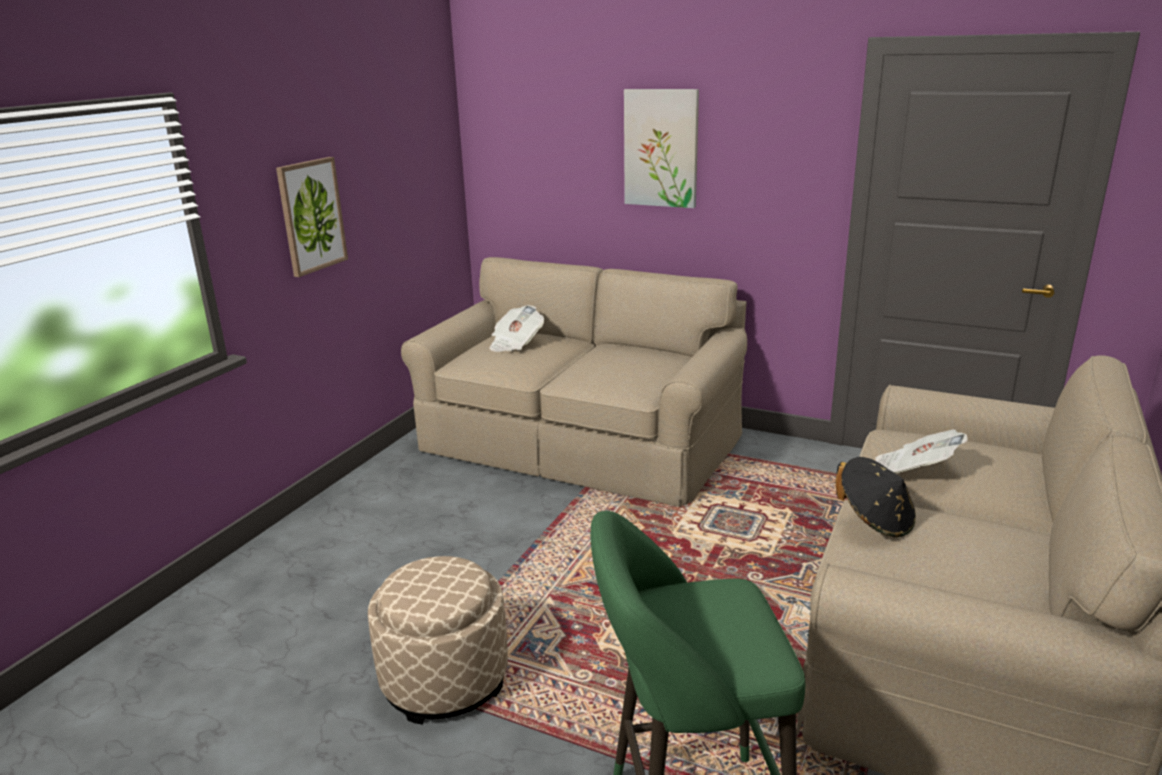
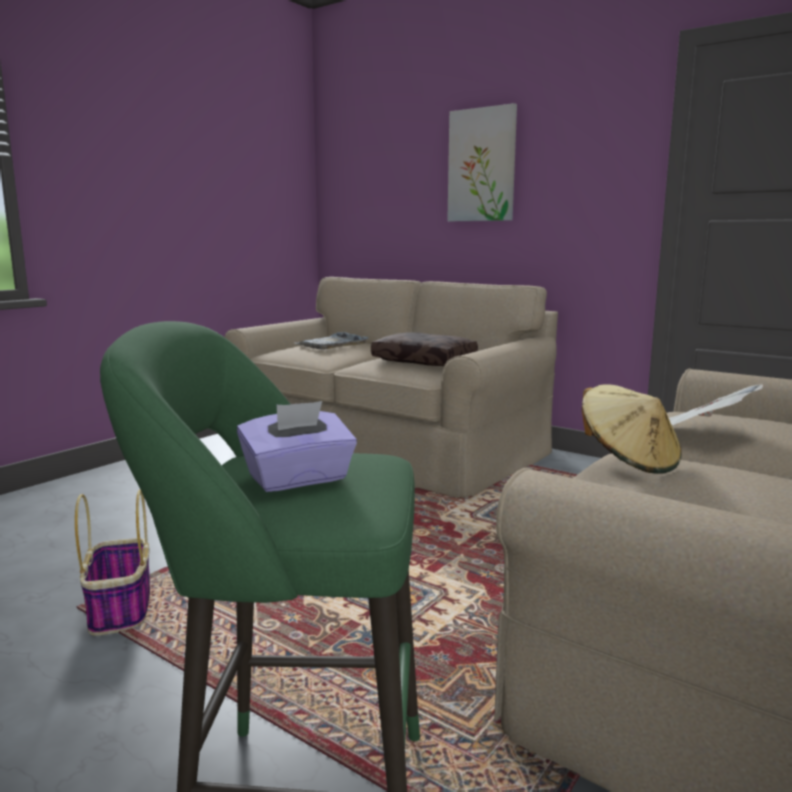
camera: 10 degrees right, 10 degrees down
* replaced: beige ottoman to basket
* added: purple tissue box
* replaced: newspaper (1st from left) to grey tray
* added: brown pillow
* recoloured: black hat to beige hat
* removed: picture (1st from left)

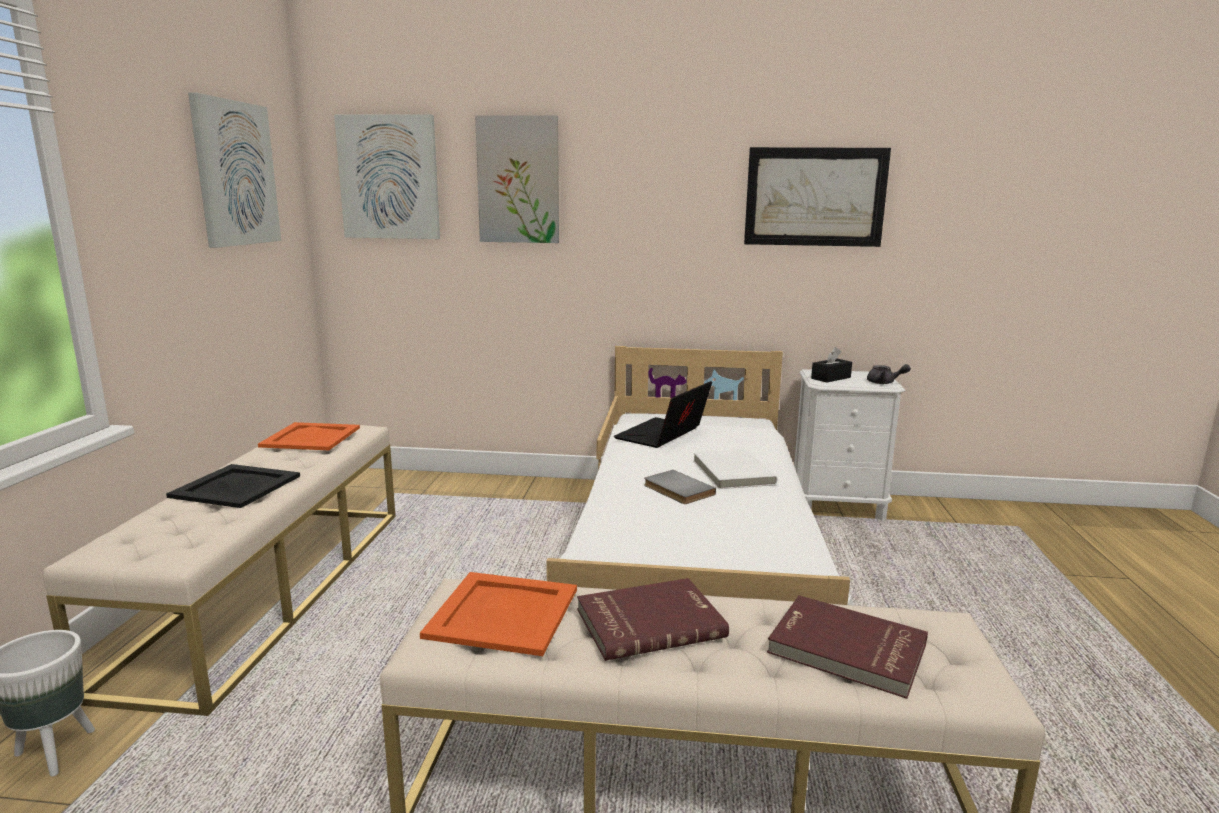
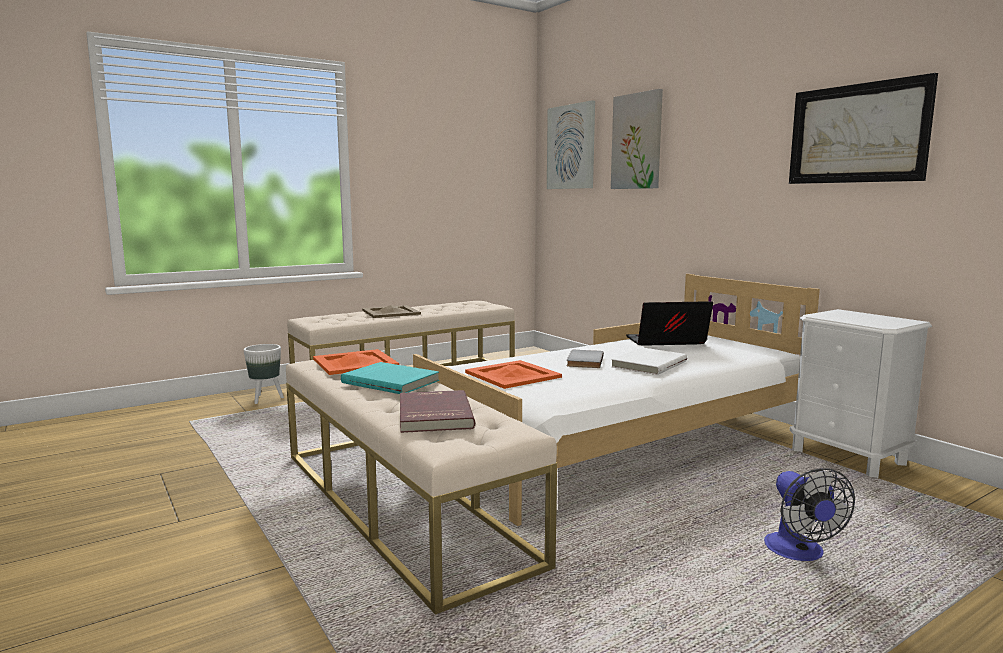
camera: 50 degrees right, 5 degrees down
* recoloured: red book (1st from left) to turquoise book
* recoloured: black tray to beige tray
* moved: orange tray (1st from left in the first image) to orange tray (2nd from left)
* added: fan
* removed: picture (1st from left)
* removed: black tissue box
* removed: grey teapot

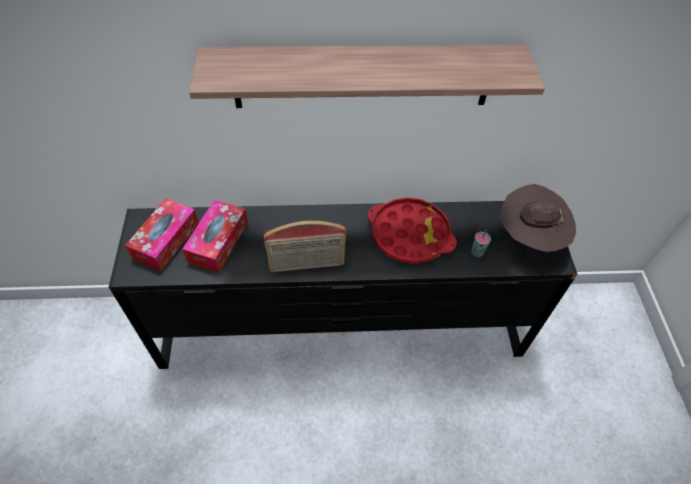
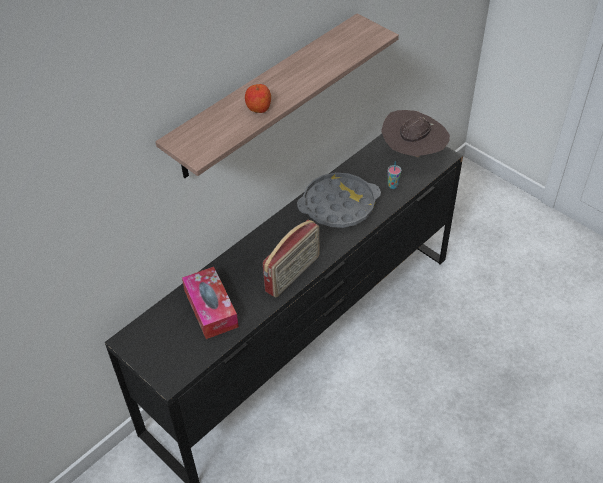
camera: 40 degrees left, 5 degrees down
* added: apple
* recoloured: red tray to grey tray
* removed: tissue box (1st from left)

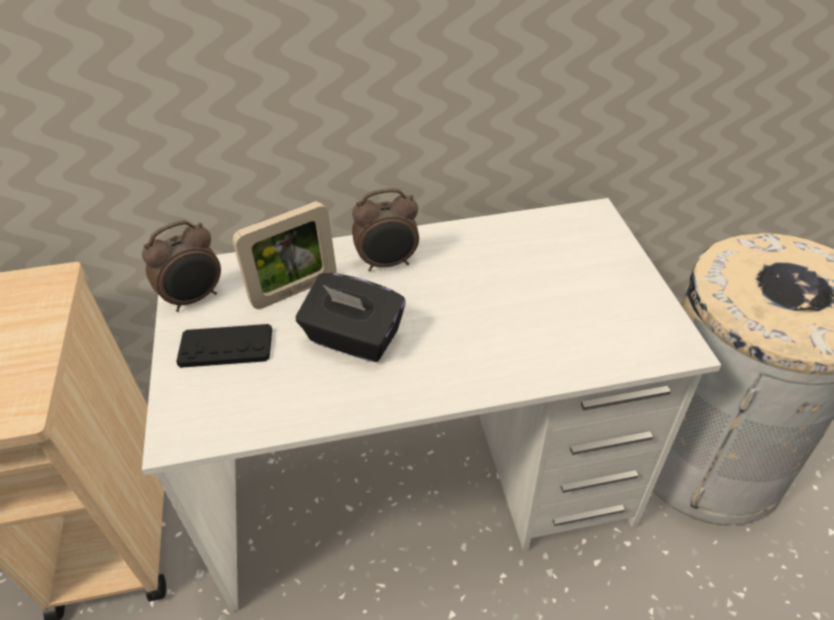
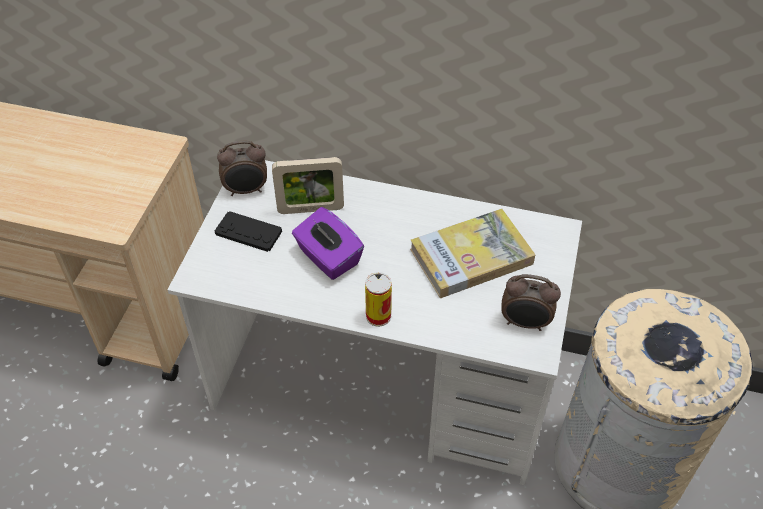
camera: 25 degrees right, 5 degrees up
* recoloured: black tissue box to purple tissue box
* added: can
* added: book
* moved: alarm clock (2nd from left)

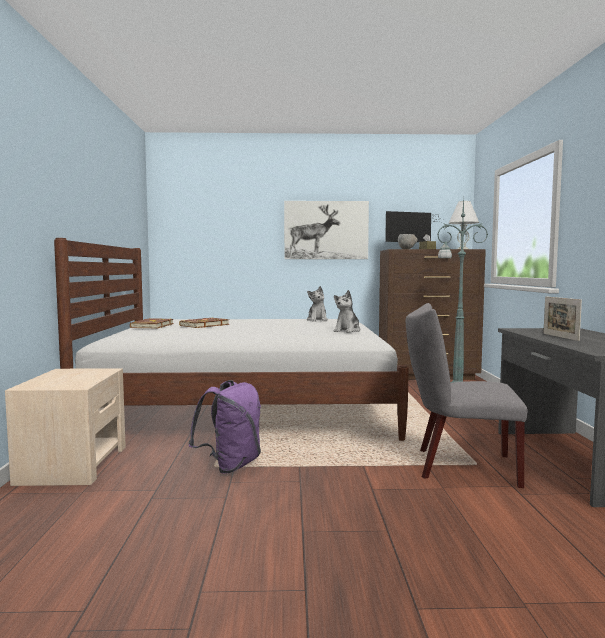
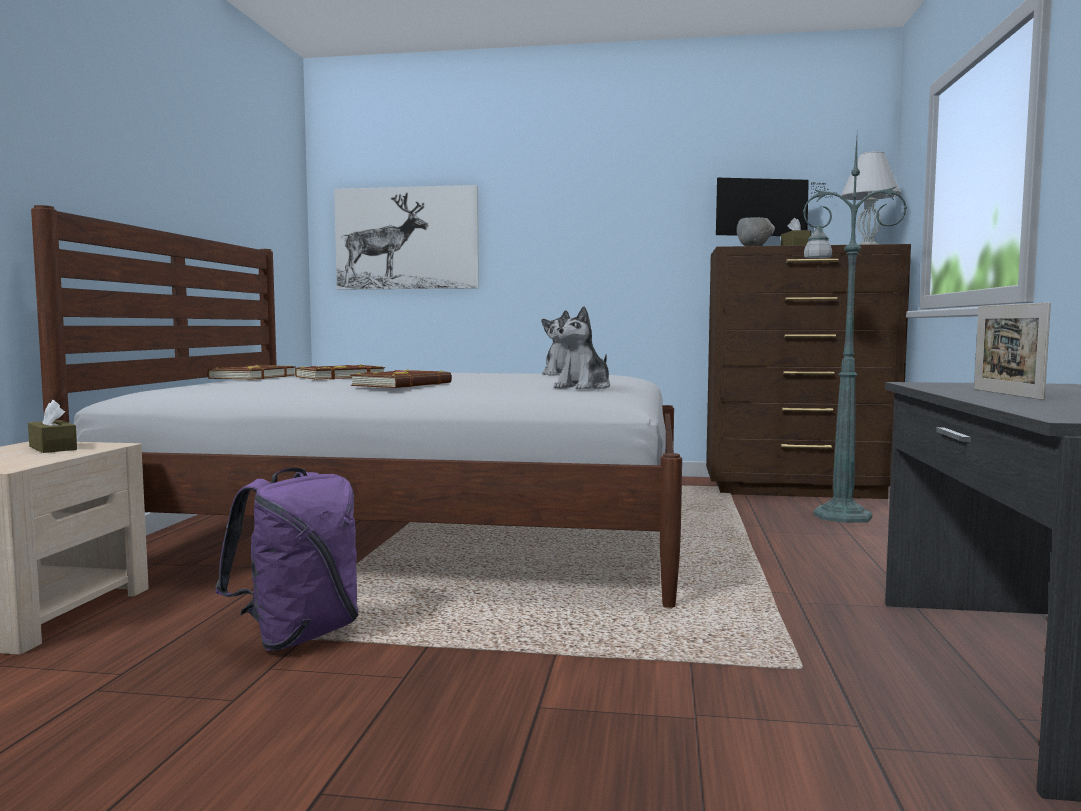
camera: 10 degrees right, 0 degrees up
* added: brown tissue box (1st from left)
* moved: picture
* added: brown book (3rd from left)
* removed: grey chair

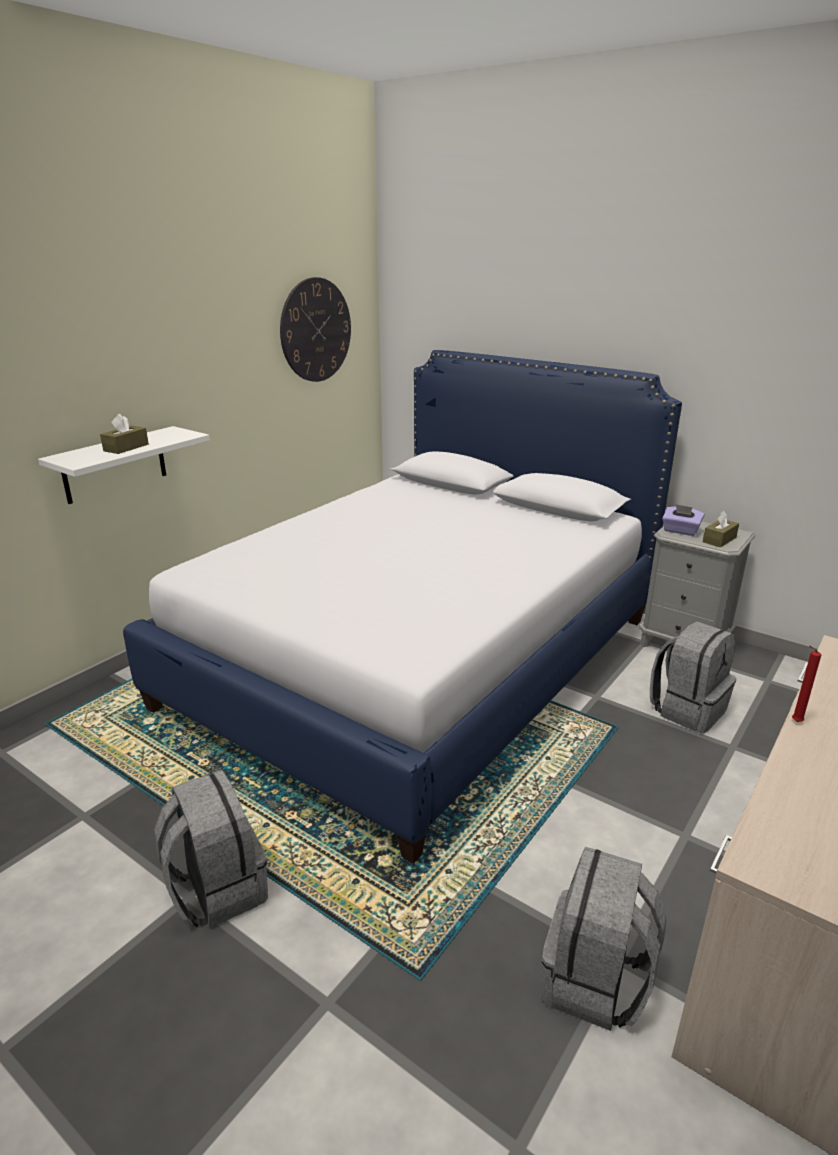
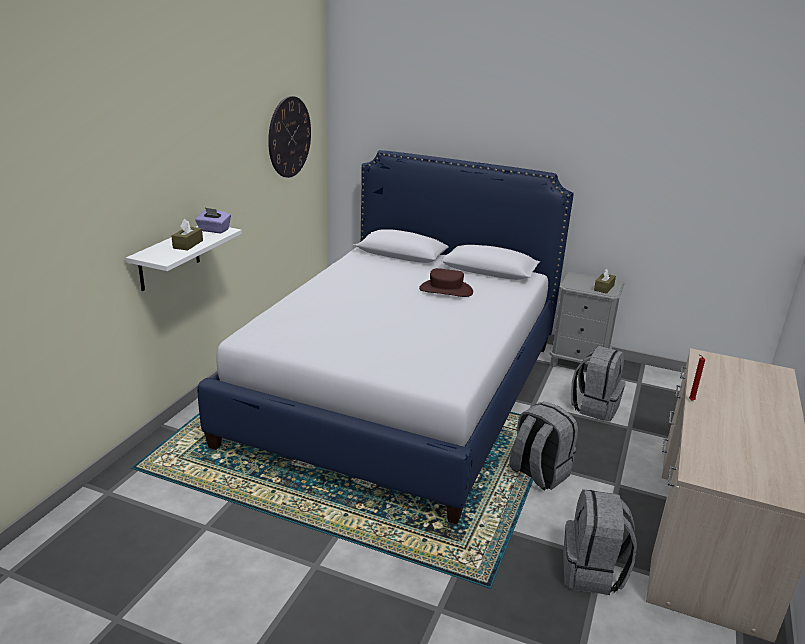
camera: 15 degrees left, 0 degrees up
* moved: purple tissue box
* added: brown hat
* moved: grey backpack (1st from left)

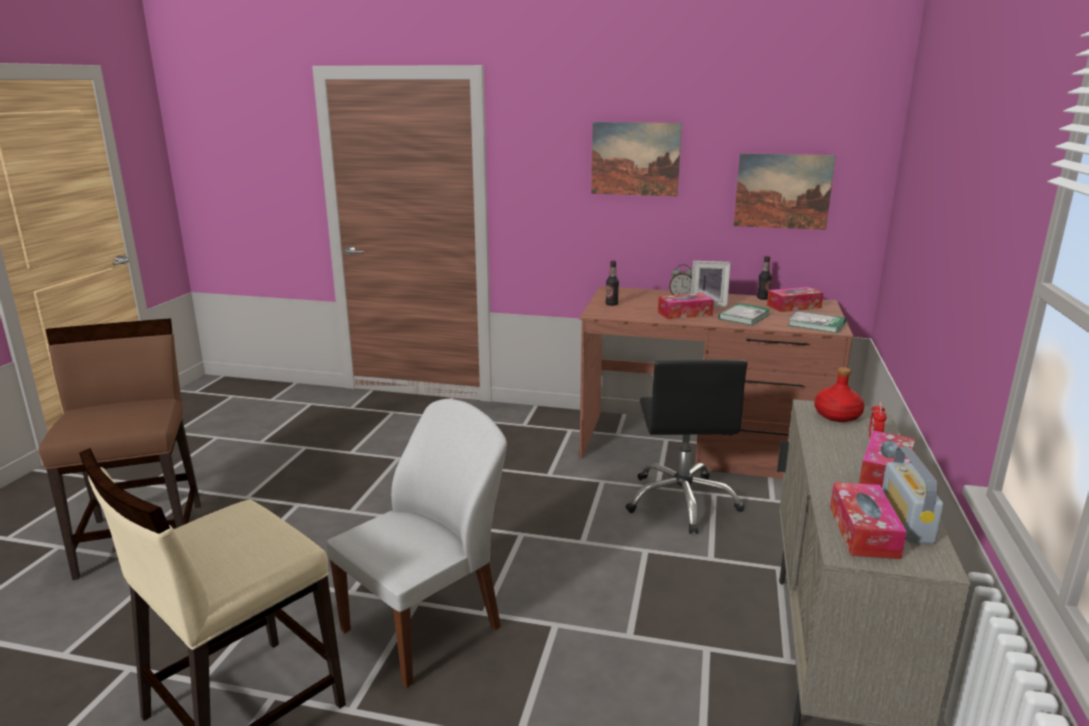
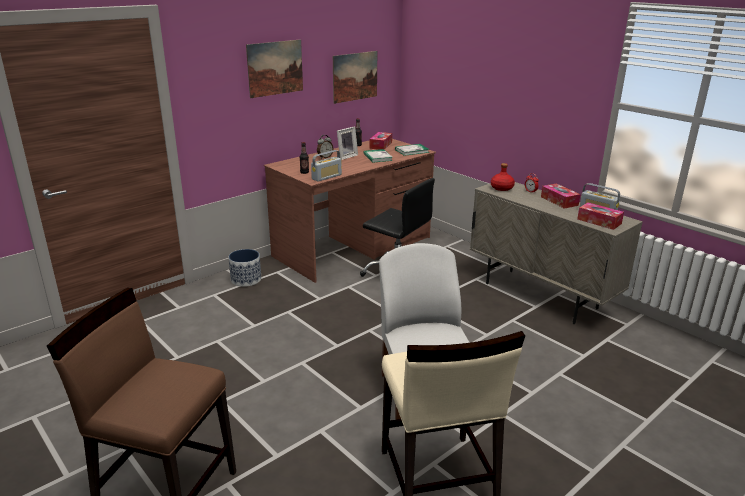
camera: 55 degrees left, 5 degrees up
* added: planter
* added: radio (1st from left)
* removed: tissue box (1st from left)

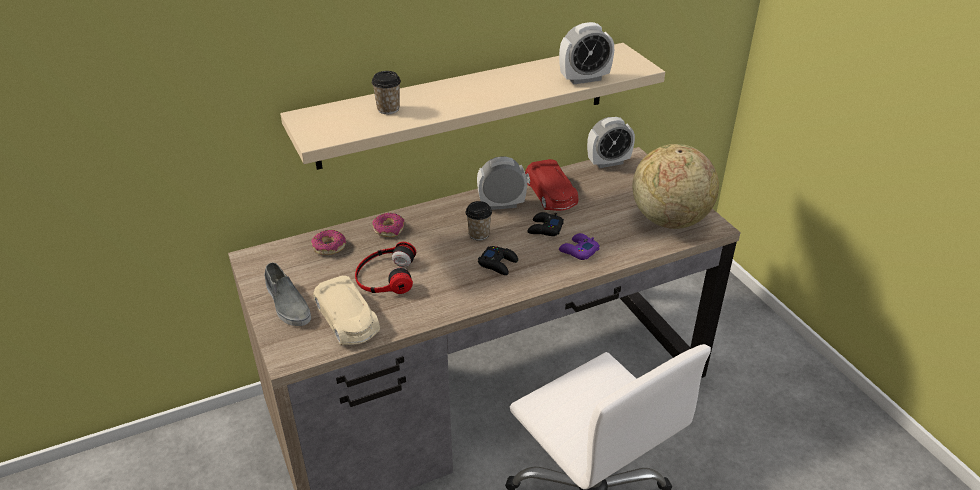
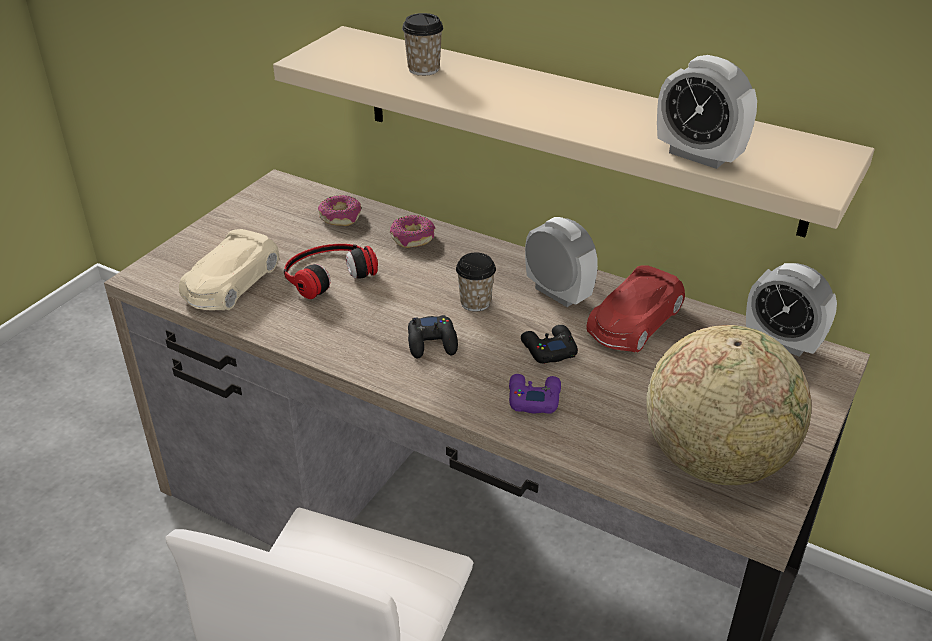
camera: 55 degrees right, 0 degrees up
* removed: grey shoe

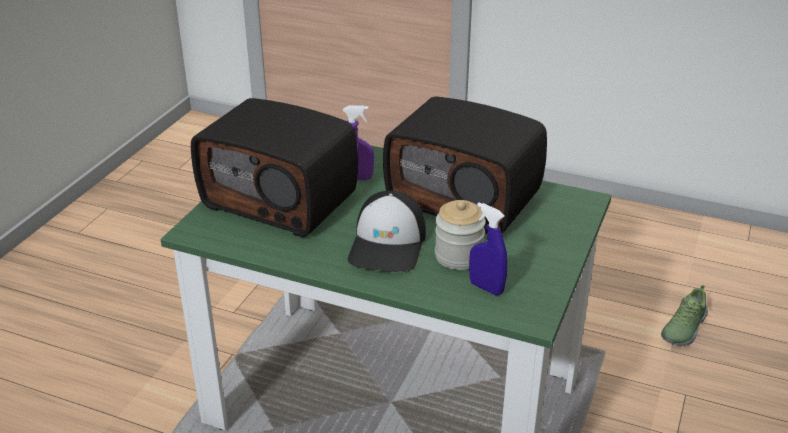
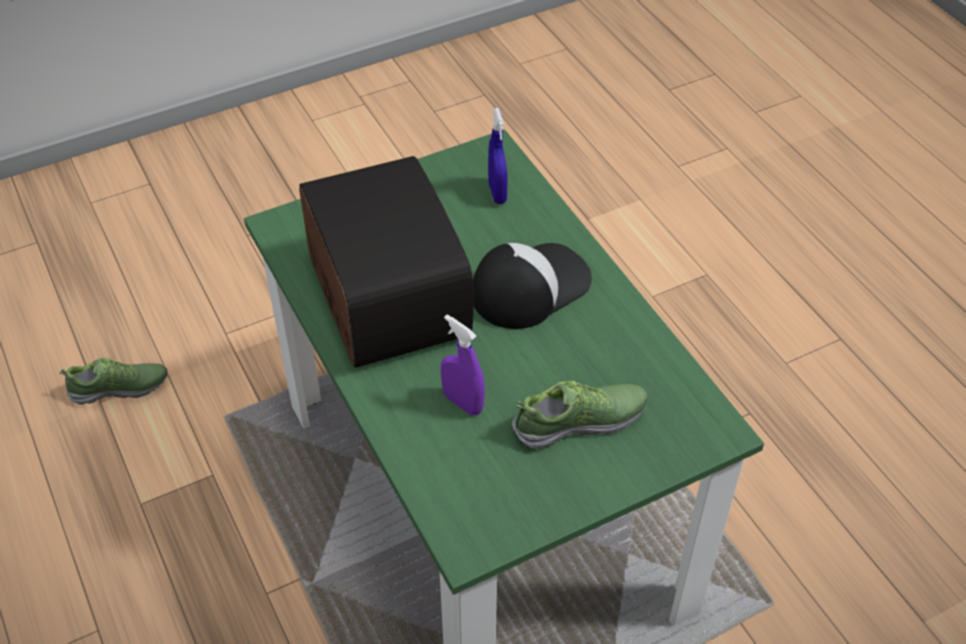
camera: 140 degrees left, 15 degrees up
* replaced: radio (1st from left) to shoe (2nd from left)
* removed: jar

